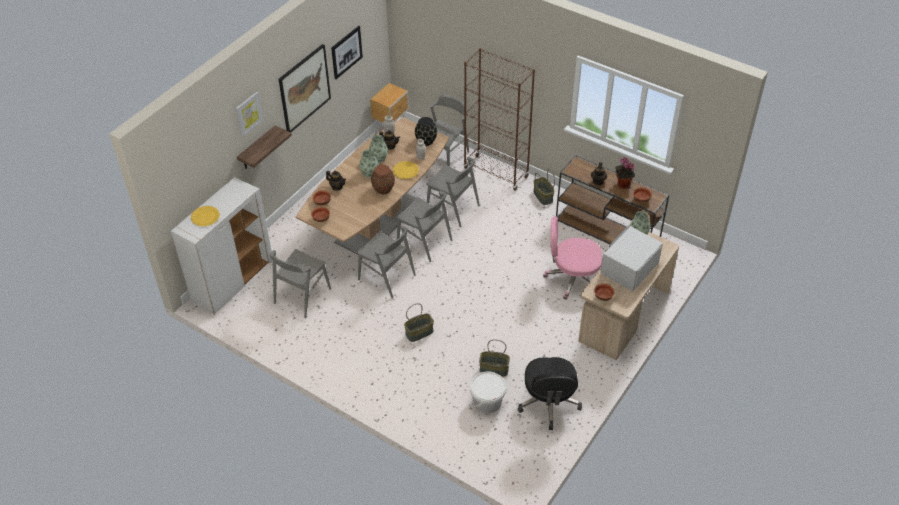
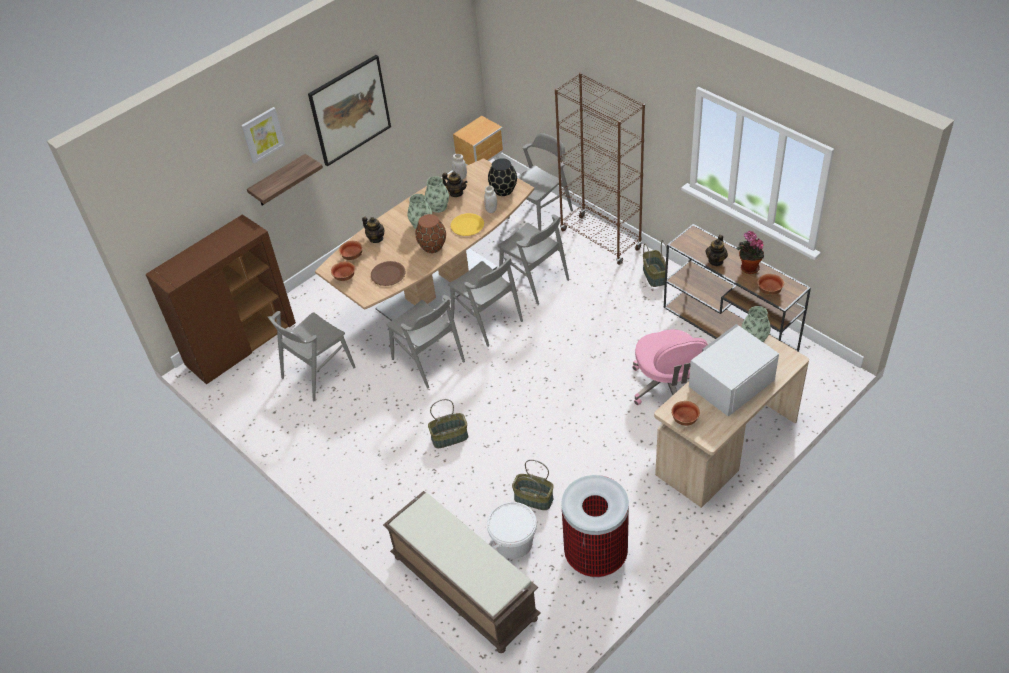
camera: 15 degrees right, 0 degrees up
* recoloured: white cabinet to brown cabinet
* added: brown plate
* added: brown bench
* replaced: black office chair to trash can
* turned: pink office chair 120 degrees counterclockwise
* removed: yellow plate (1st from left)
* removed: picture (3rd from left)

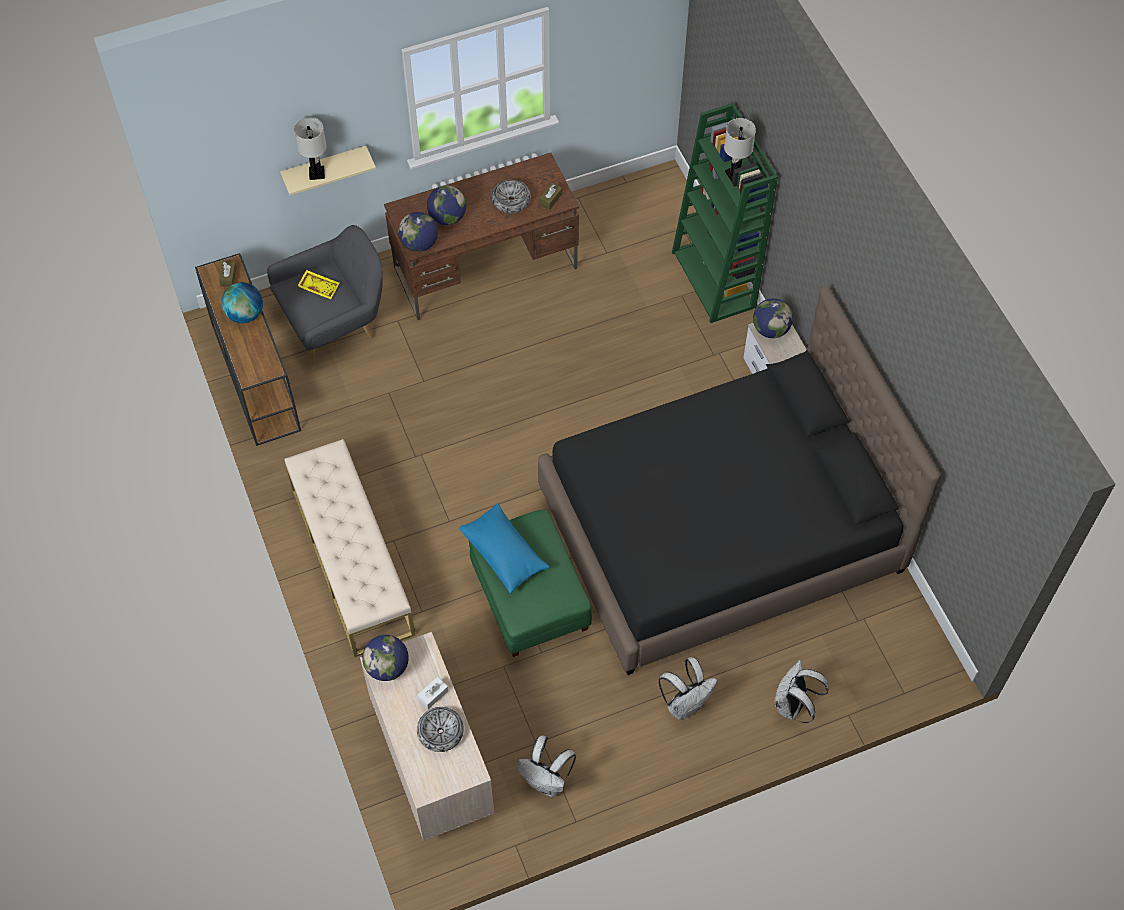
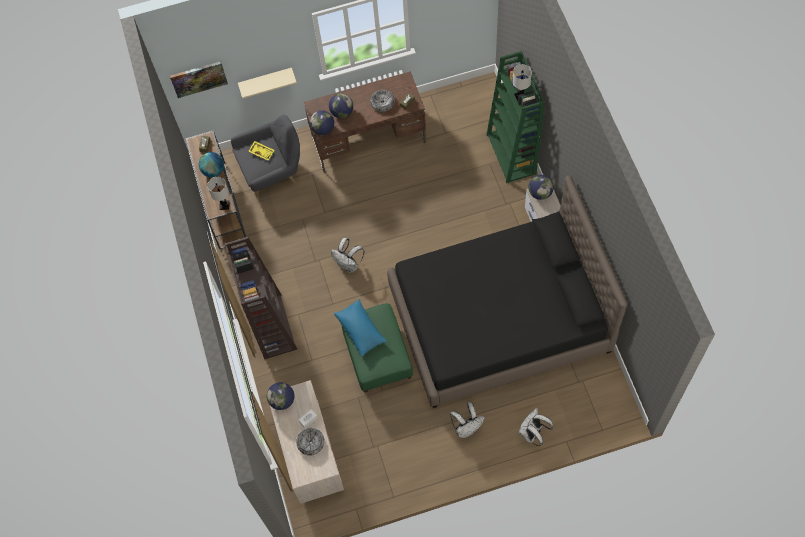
camera: 10 degrees right, 5 degrees up
* added: picture
* moved: white table lamp (1st from left)
* replaced: beige bench to brown bookcase
* moved: white backpack (1st from left)

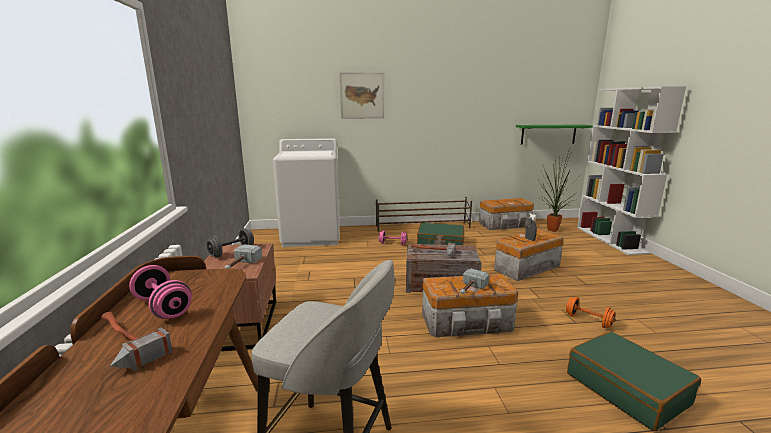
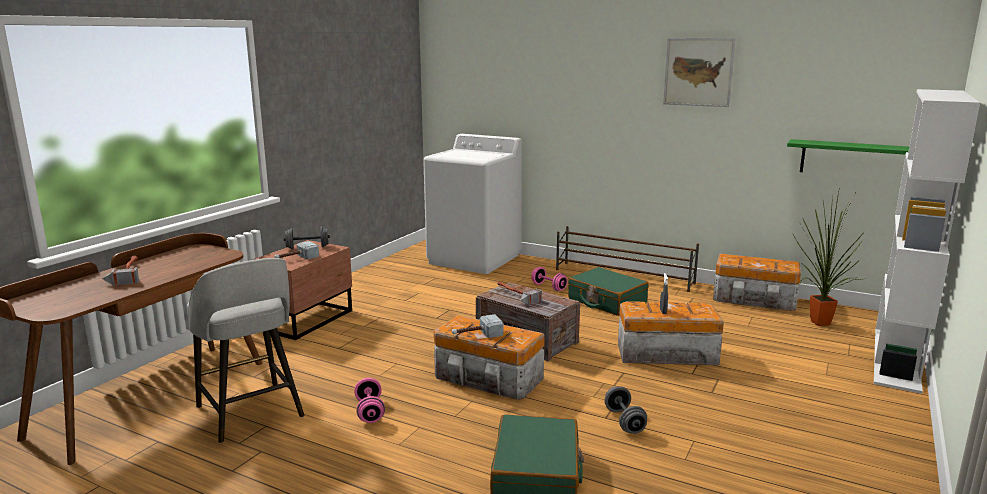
camera: 35 degrees right, 0 degrees up
* moved: pink dumbbell (1st from left)
* recoloured: orange dumbbell to grey dumbbell (2nd from left)
* moved: picture

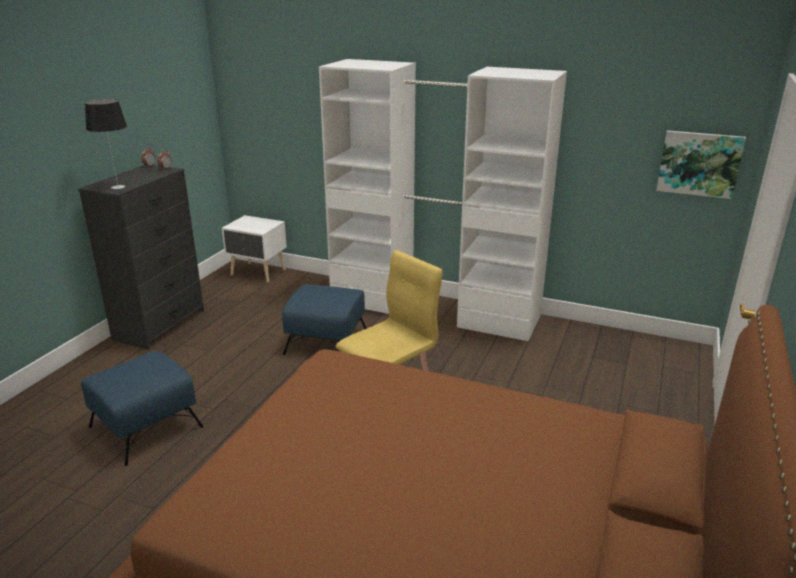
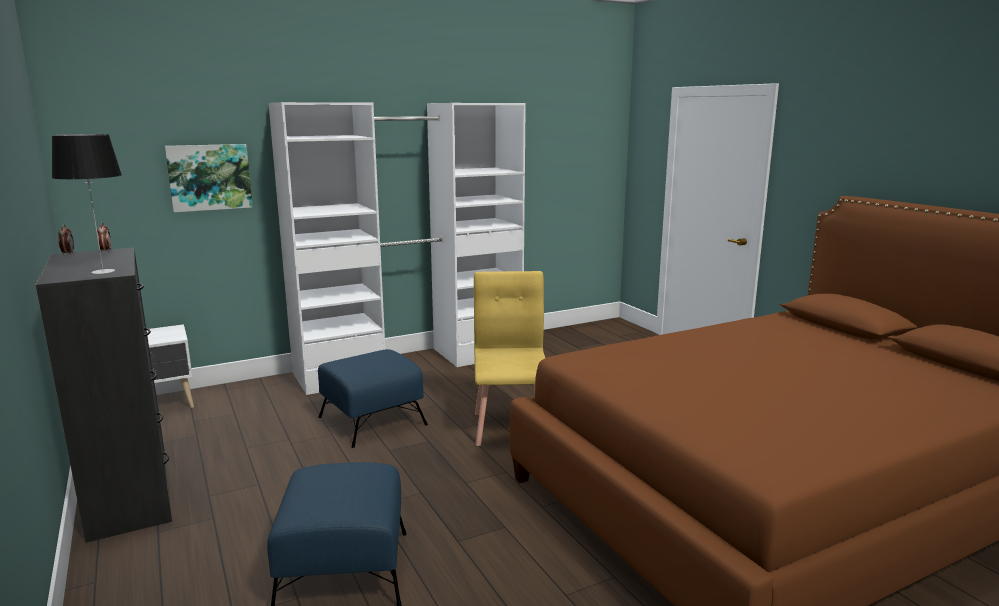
camera: 50 degrees left, 10 degrees down
* moved: picture

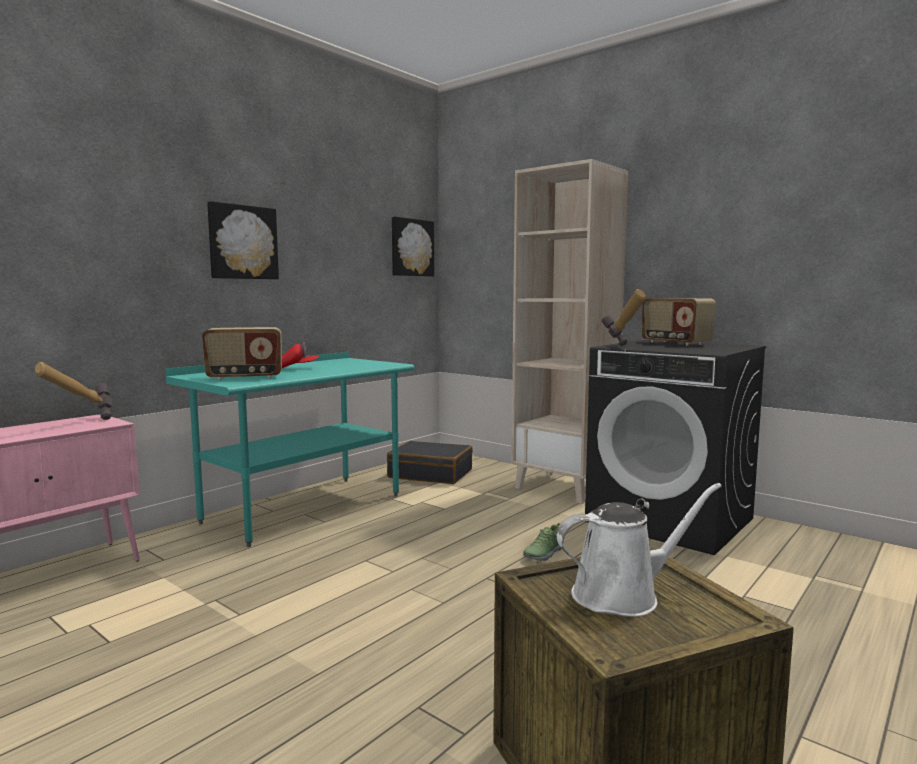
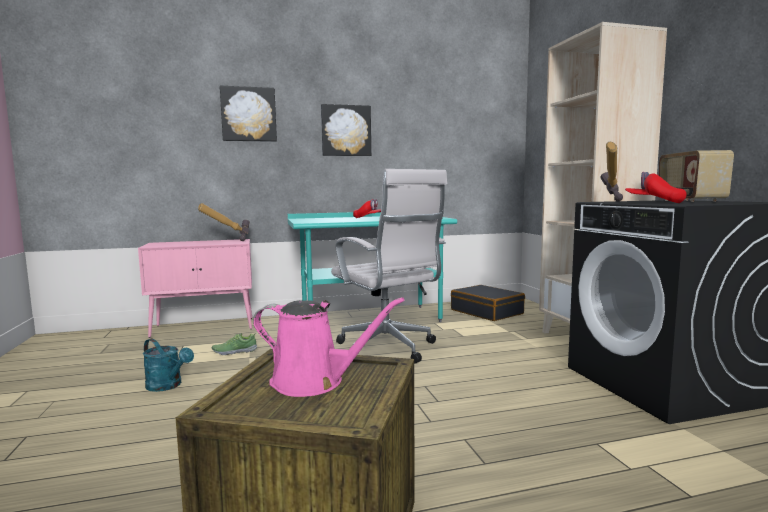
camera: 35 degrees right, 0 degrees up
* added: turquoise watering can
* moved: shoe
* moved: picture (2nd from left in the first image) to picture (1st from left)
* recoloured: white watering can to pink watering can
* added: white office chair
* added: red cap (2nd from left)
* removed: radio (1st from left)

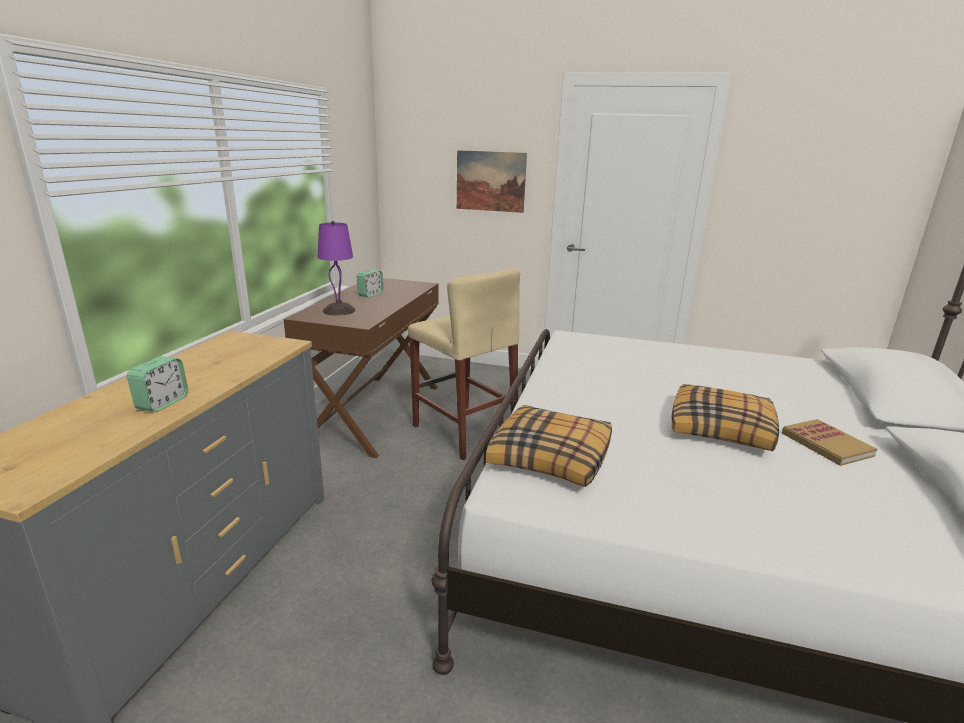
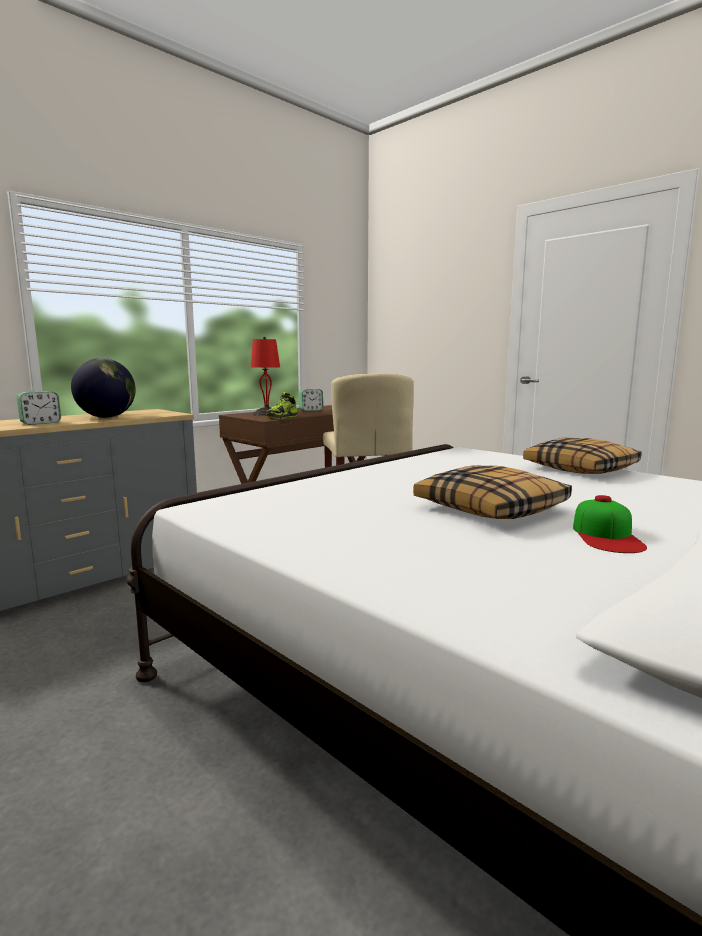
camera: 30 degrees right, 10 degrees down
* added: globe
* recoloured: purple table lamp to red table lamp
* added: shoe
* moved: pillow (1st from left in the first image) to pillow (2nd from left)
* replaced: book to cap
* removed: picture

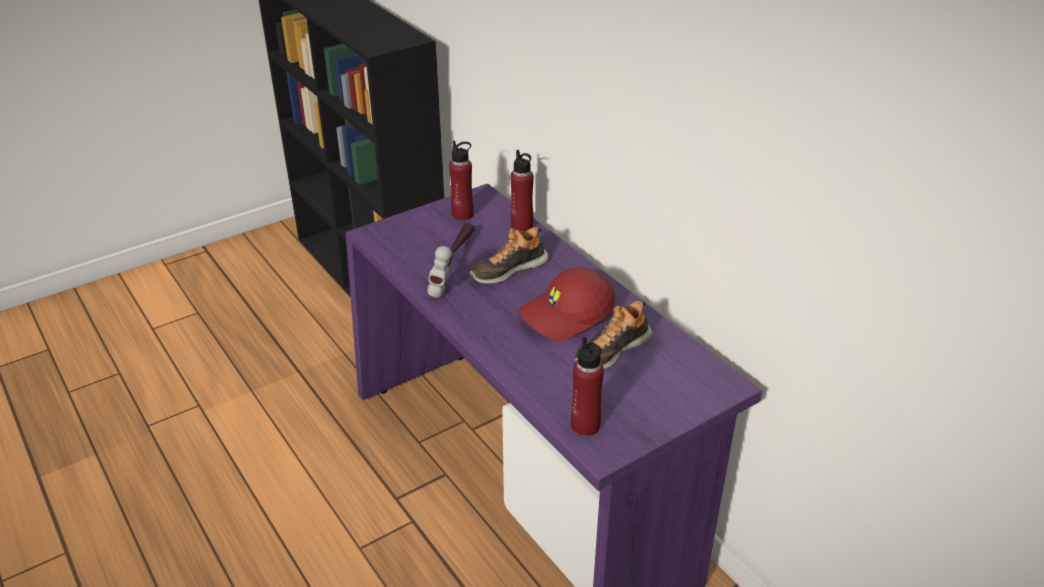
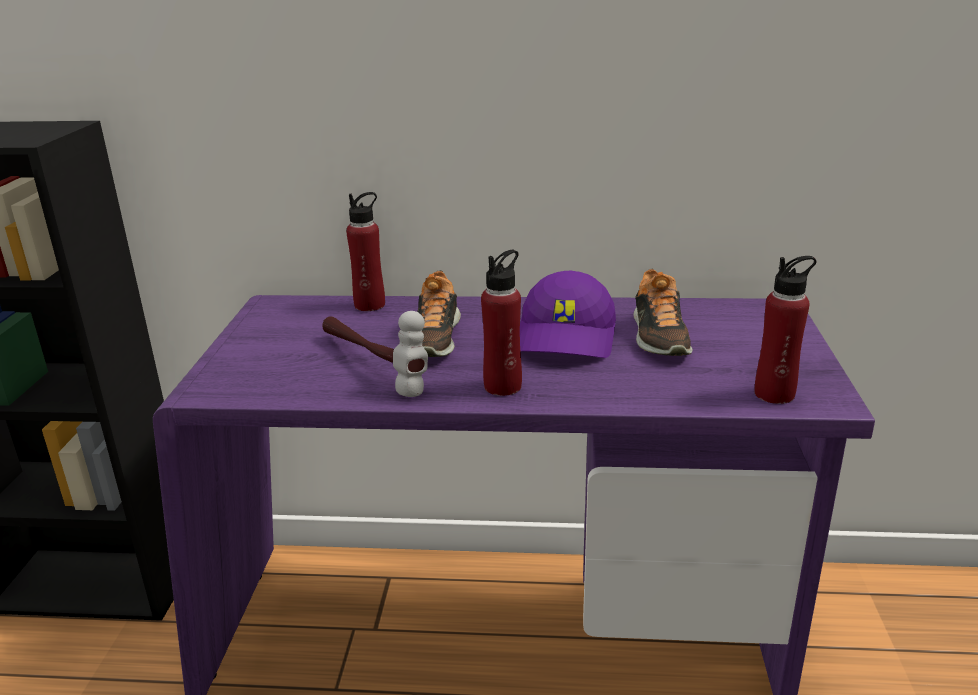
camera: 50 degrees left, 10 degrees down
* moved: red bottle (1st from left in the first image) to red bottle (2nd from left)
* recoloured: red cap to purple cap

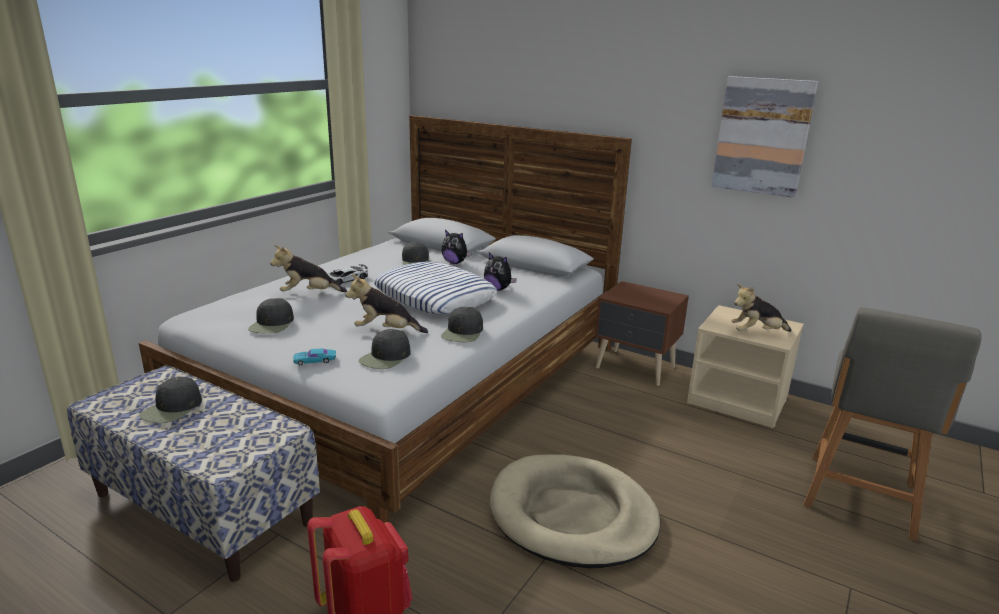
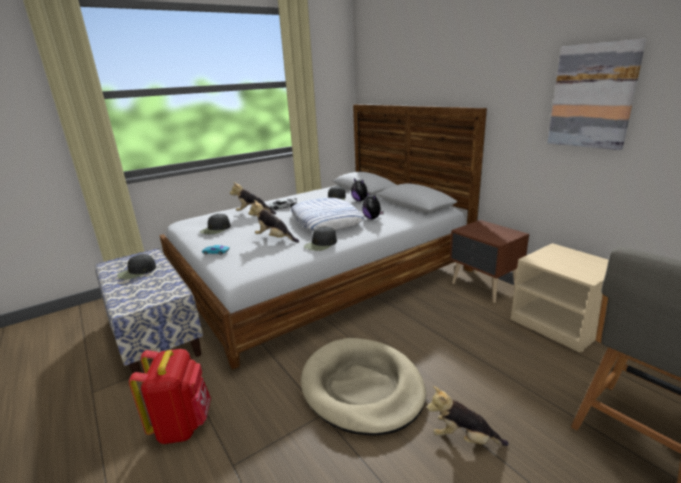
camera: 25 degrees right, 0 degrees up
* moved: plush toy (5th from left)
* removed: black cap (3rd from left)

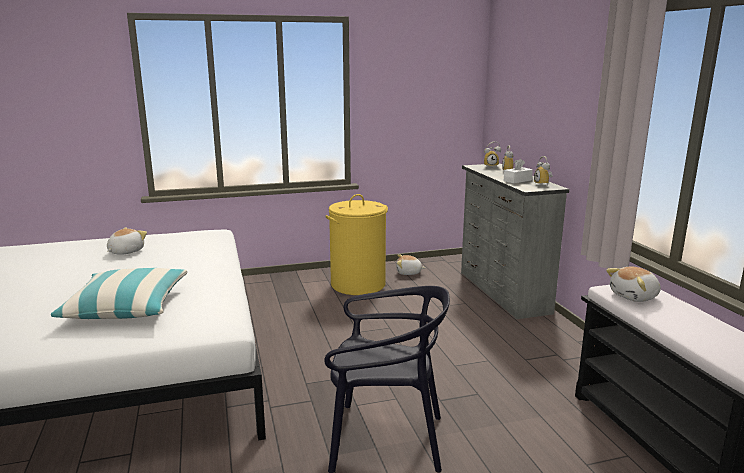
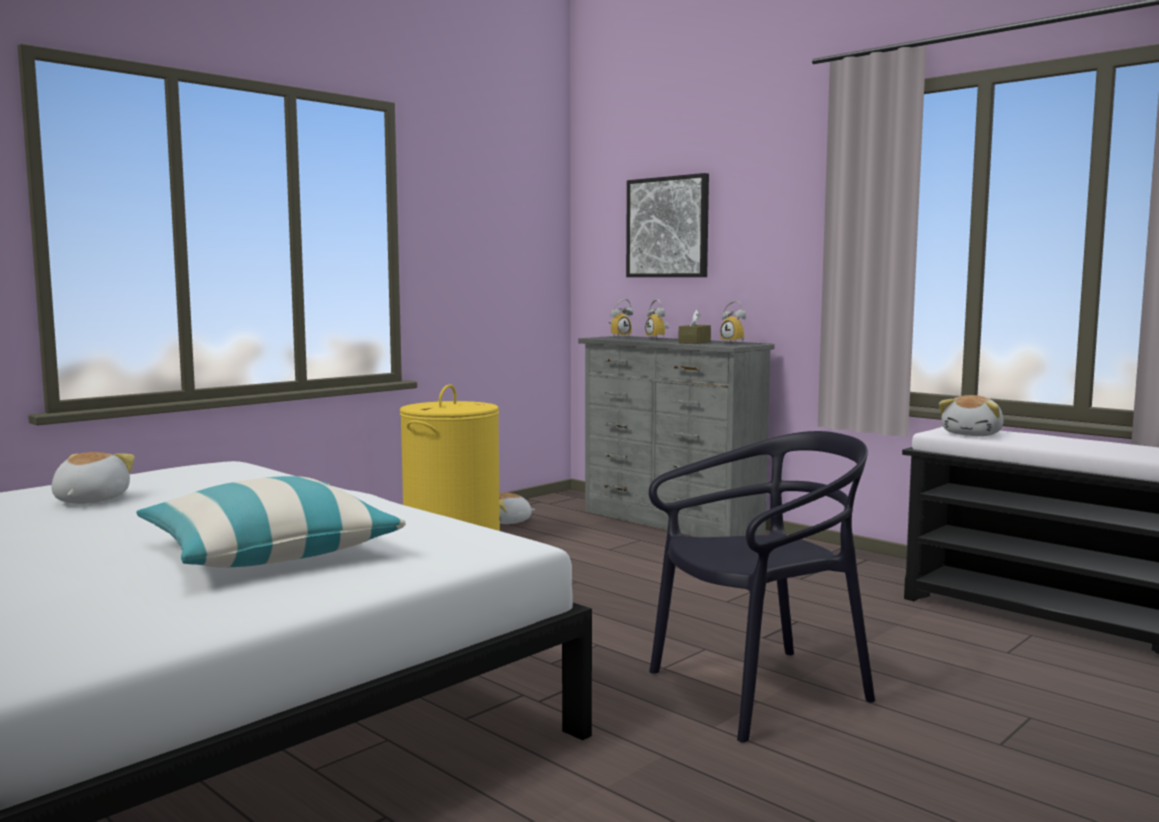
camera: 30 degrees left, 10 degrees down
* added: picture
* recoloured: white tissue box to brown tissue box

